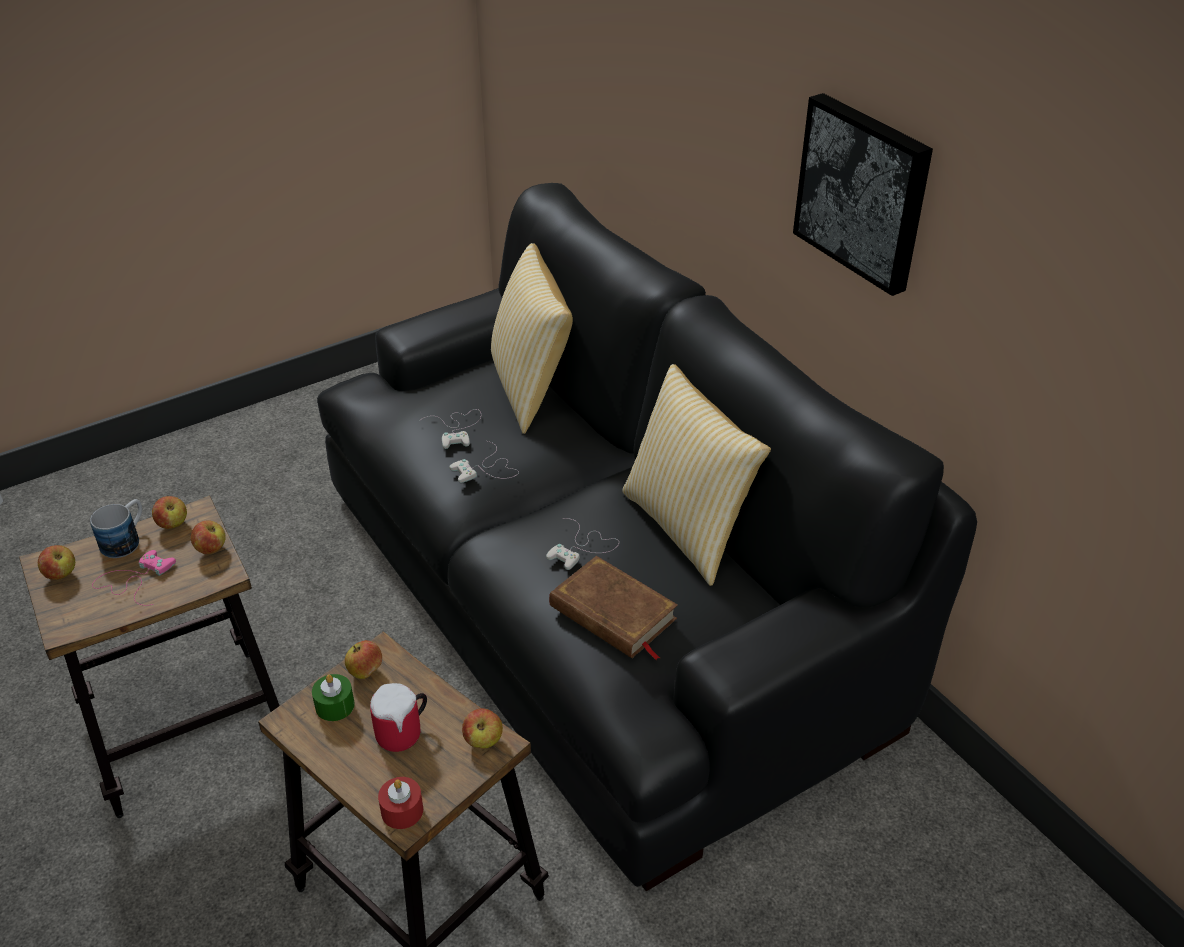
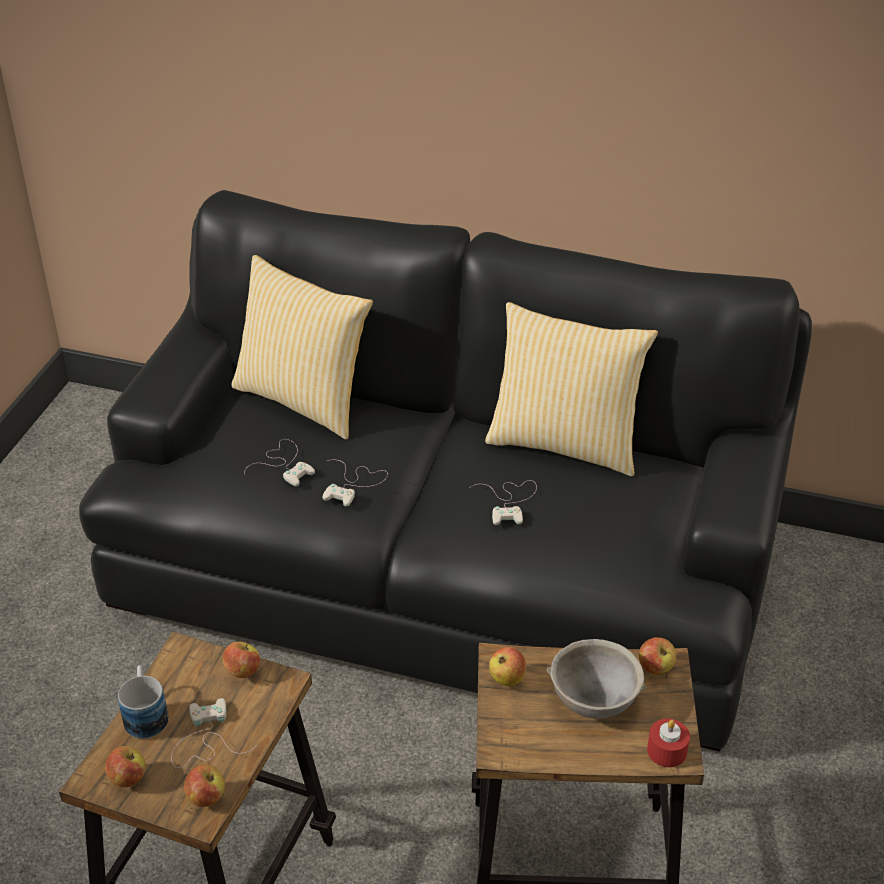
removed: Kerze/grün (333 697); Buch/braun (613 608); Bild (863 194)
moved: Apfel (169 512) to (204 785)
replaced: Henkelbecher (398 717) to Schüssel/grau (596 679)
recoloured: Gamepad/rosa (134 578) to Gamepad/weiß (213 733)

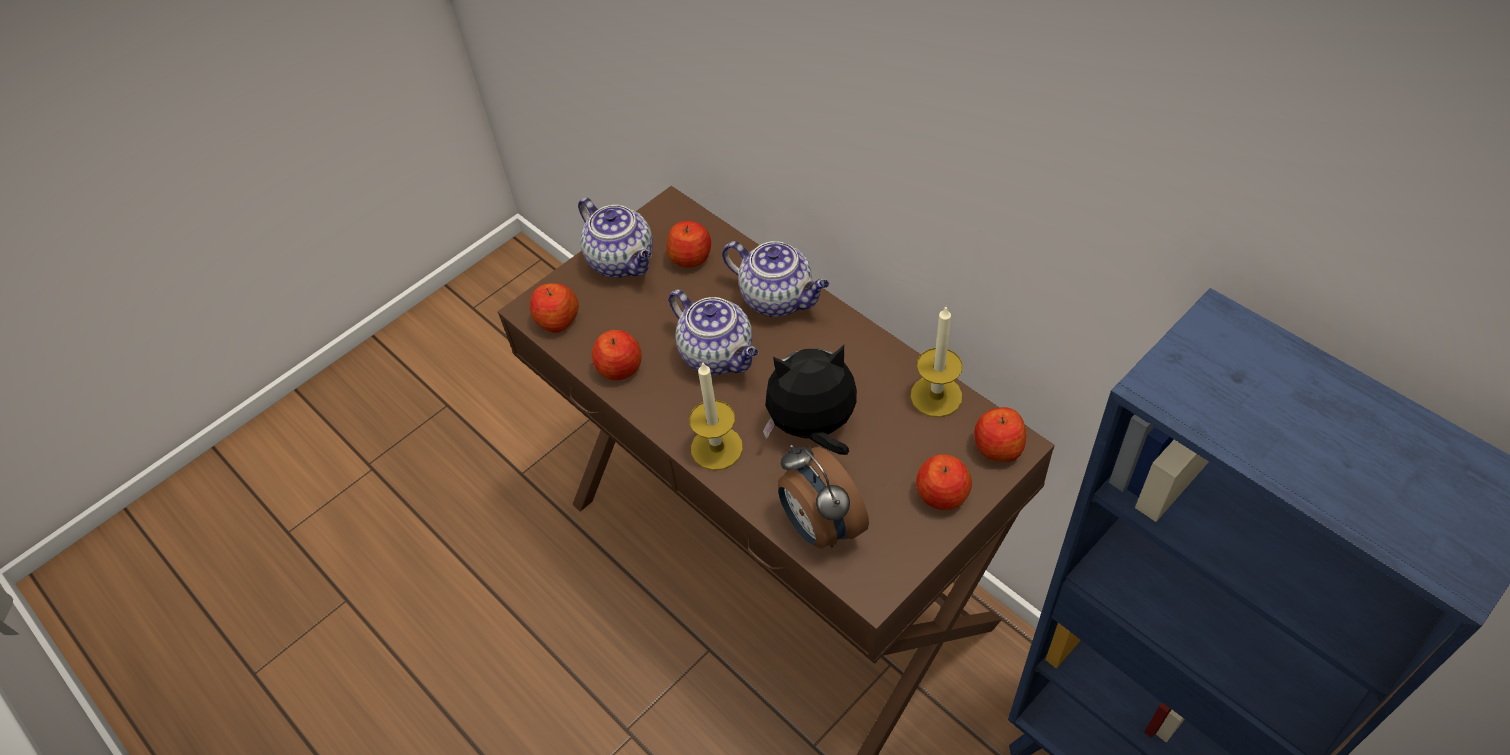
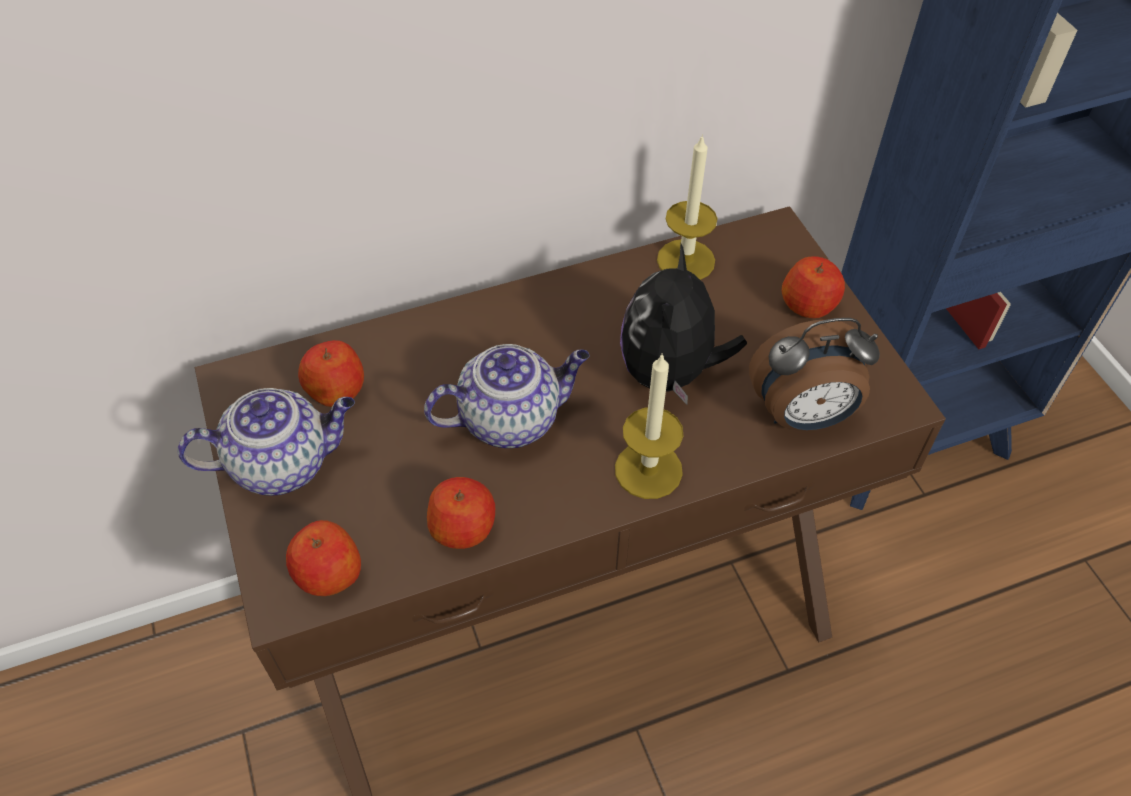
removed: Teekanne (775 279); Apfel (1000 434)

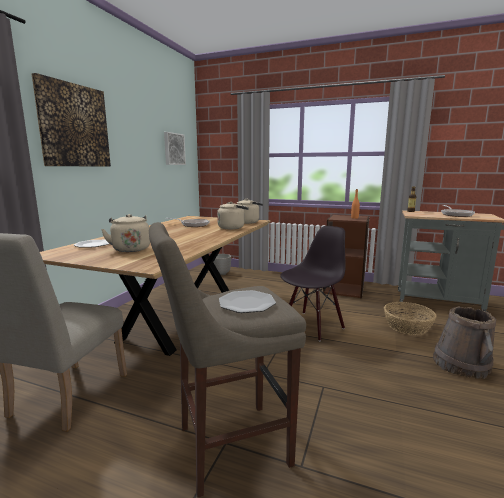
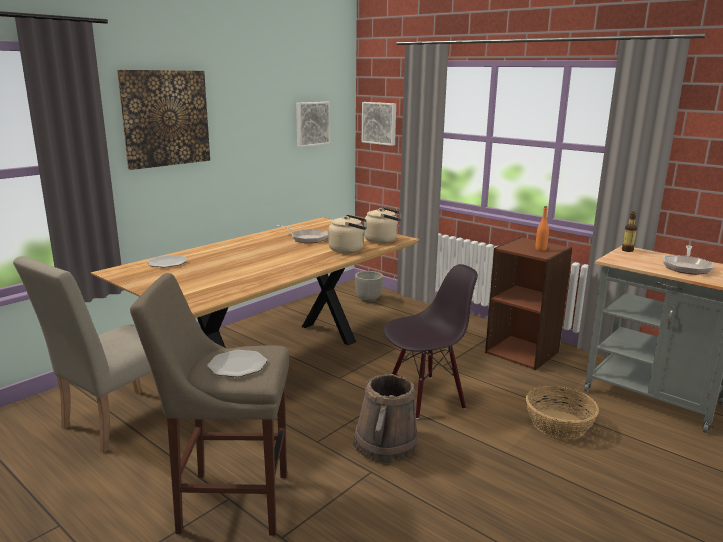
removed: Wasserkessel/beige (125 233)
added: Bild (379 124)
moved: Eimer/braun (464 343) to (385 419)

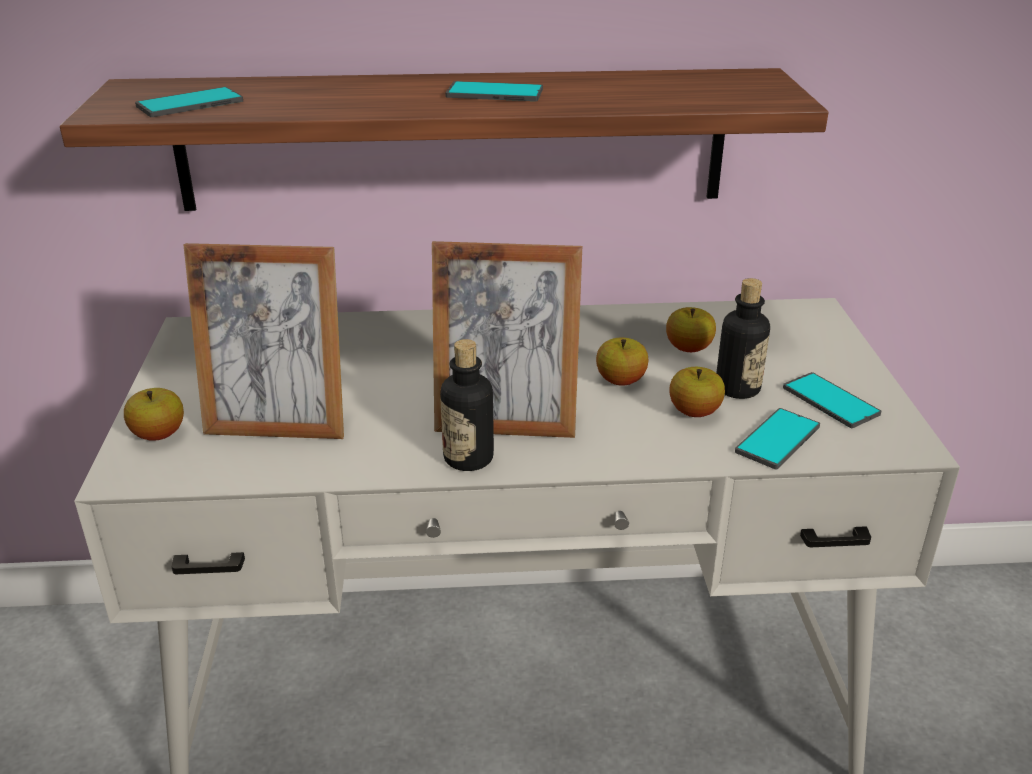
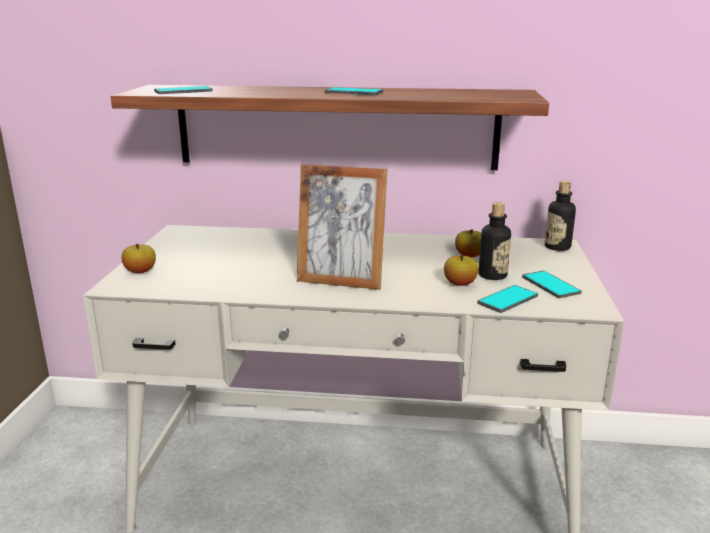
removed: Bilderrahmen (264 341); Apfel (622 361)
moved: Flasche (467 405) to (560 216)

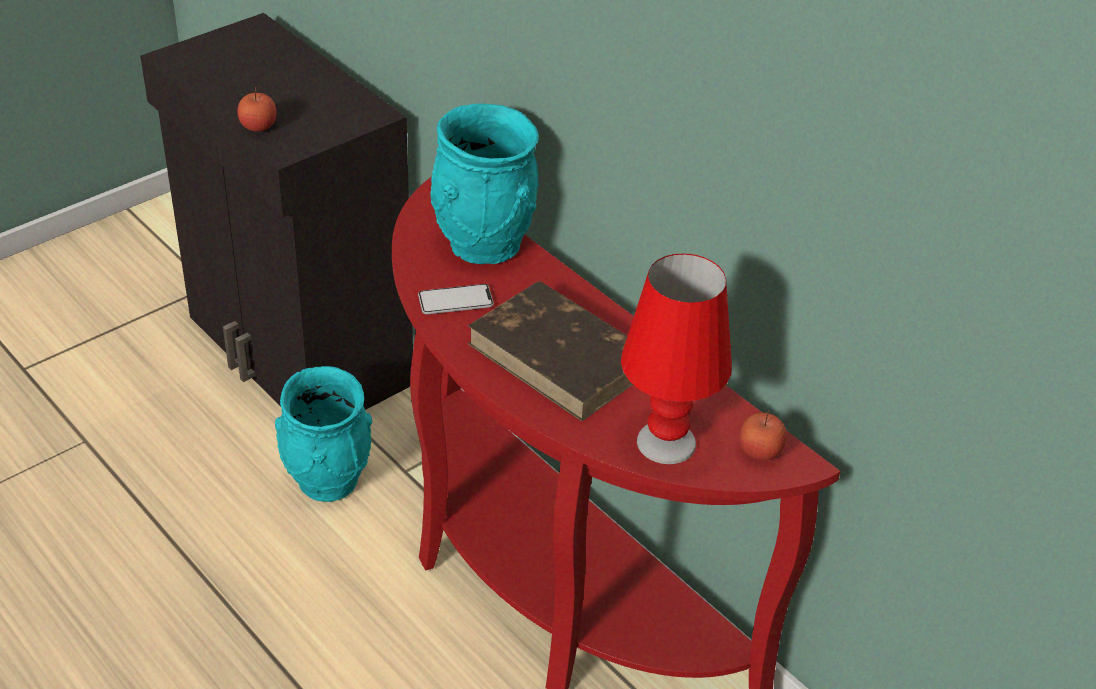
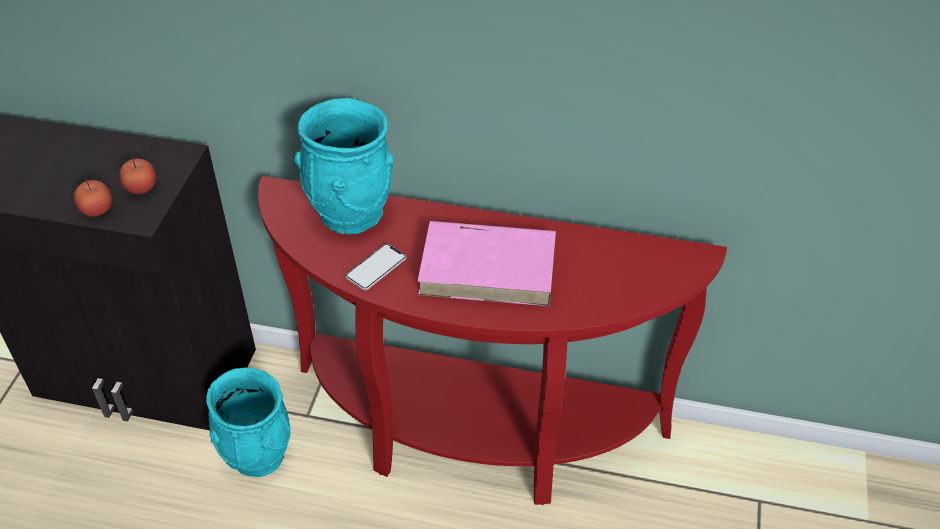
removed: Tischlampe/rot (676 358)
moved: Apfel (763 435) to (137 174)
recoloured: Buch/braun (550 351) to Buch/rosa (486 264)

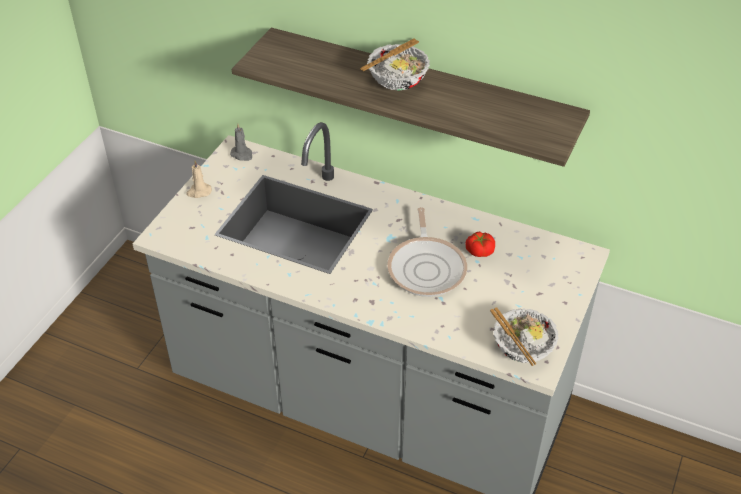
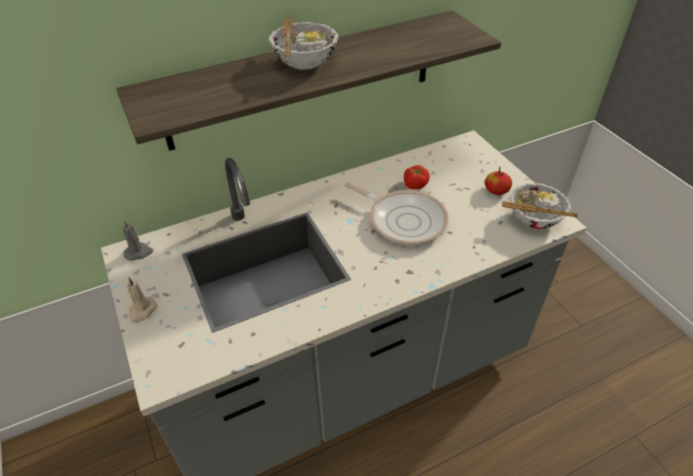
added: Apfel (498 181)

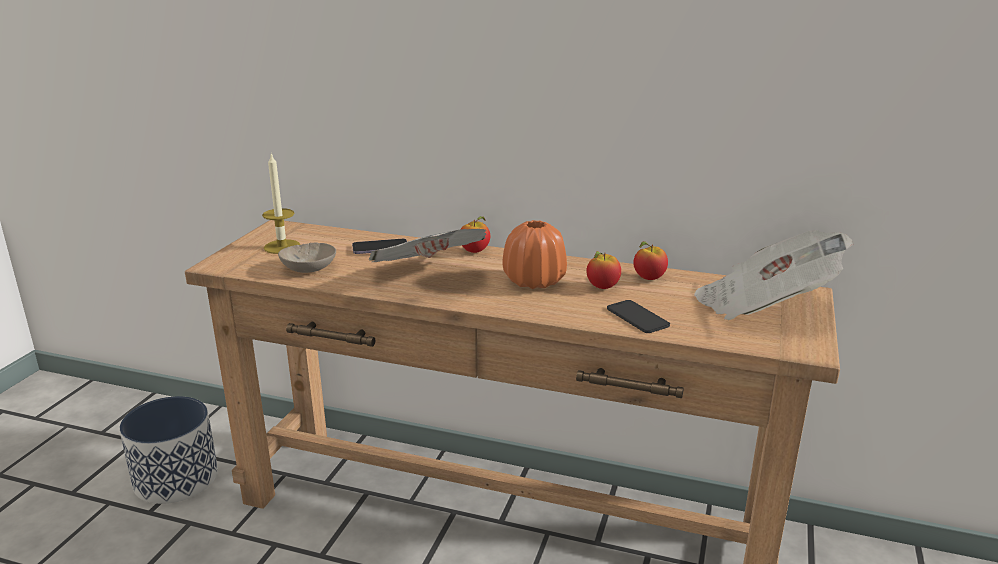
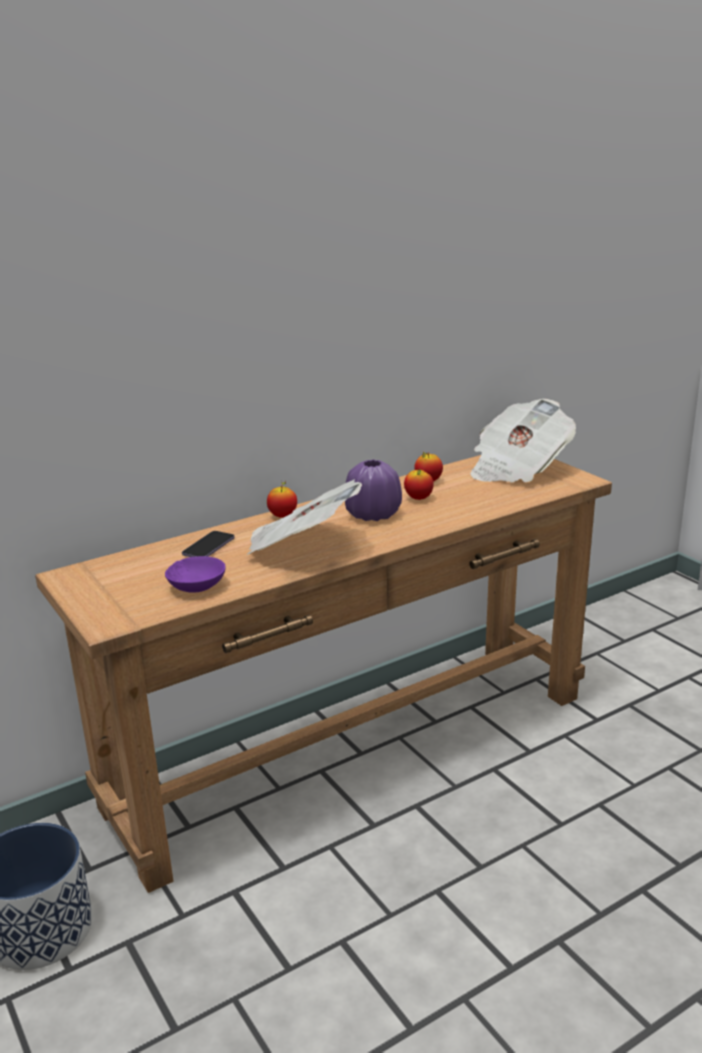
removed: Kerze (281 204); Handy (638 316)
recoloured: Schüssel/beige (307 257) to Schüssel/lila (195 574); Vase/orange (535 254) to Vase/lila (373 490)

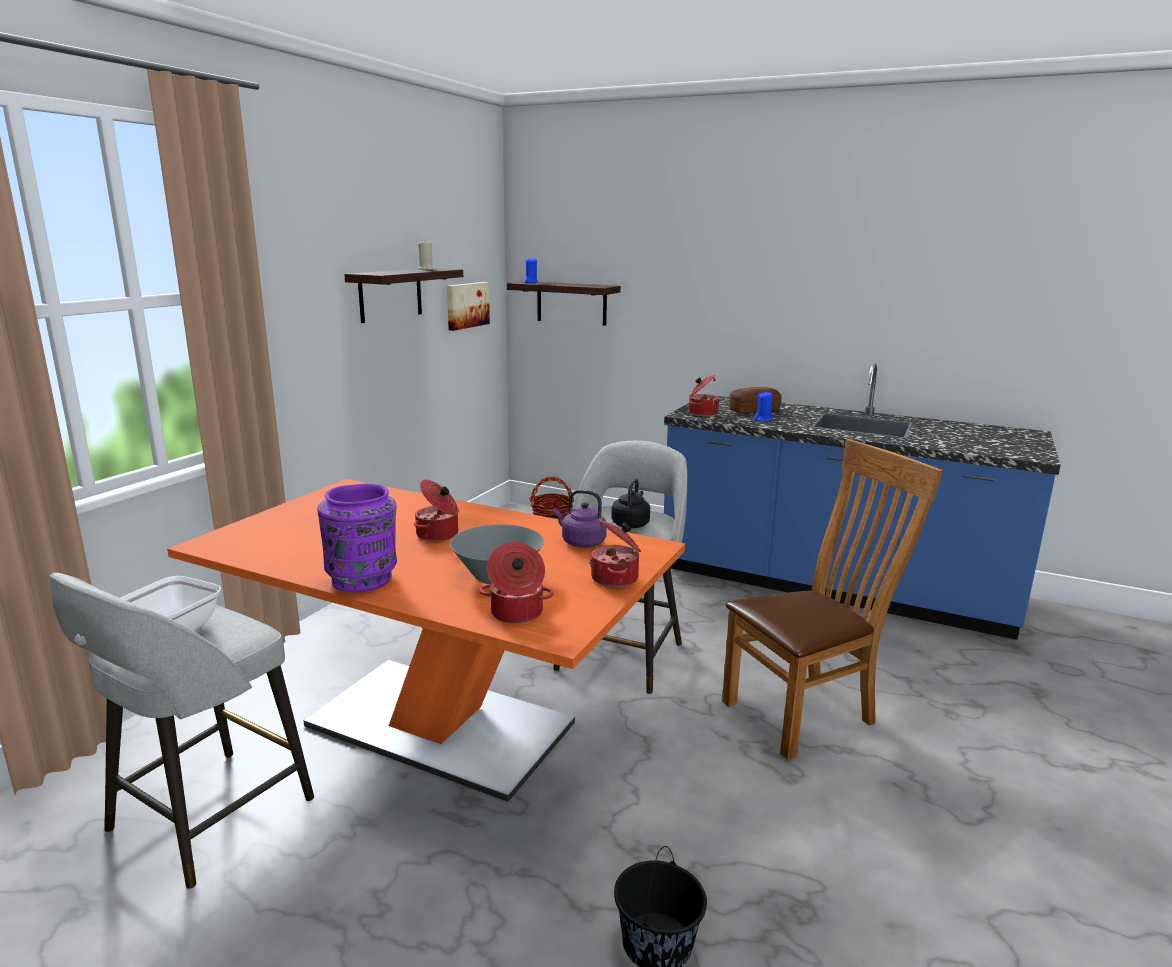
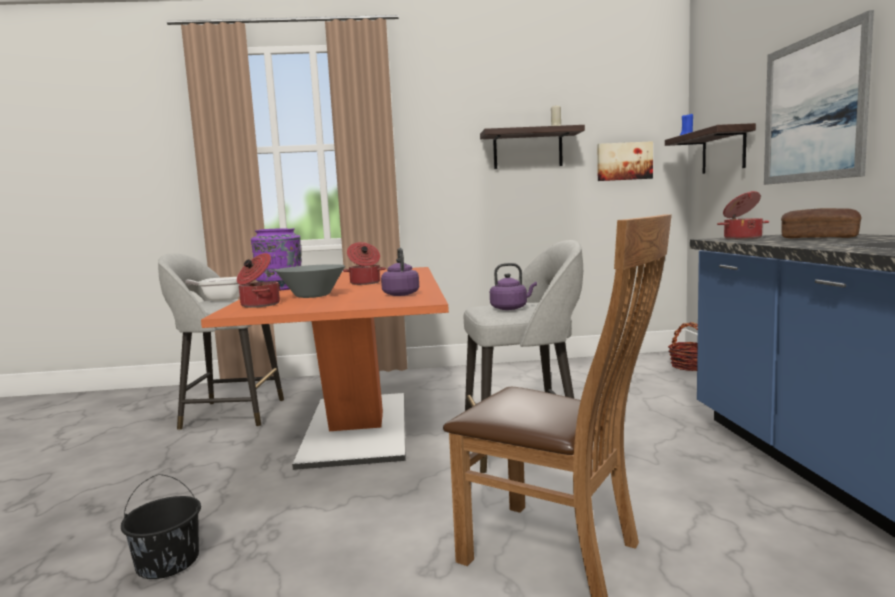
removed: Kochtopf (615 553); Kerze/blau (763 407)
added: Bild (819 97)
recoloured: Wasserkessel/schwarz (630 503) to Wasserkessel/lila (513 286)

